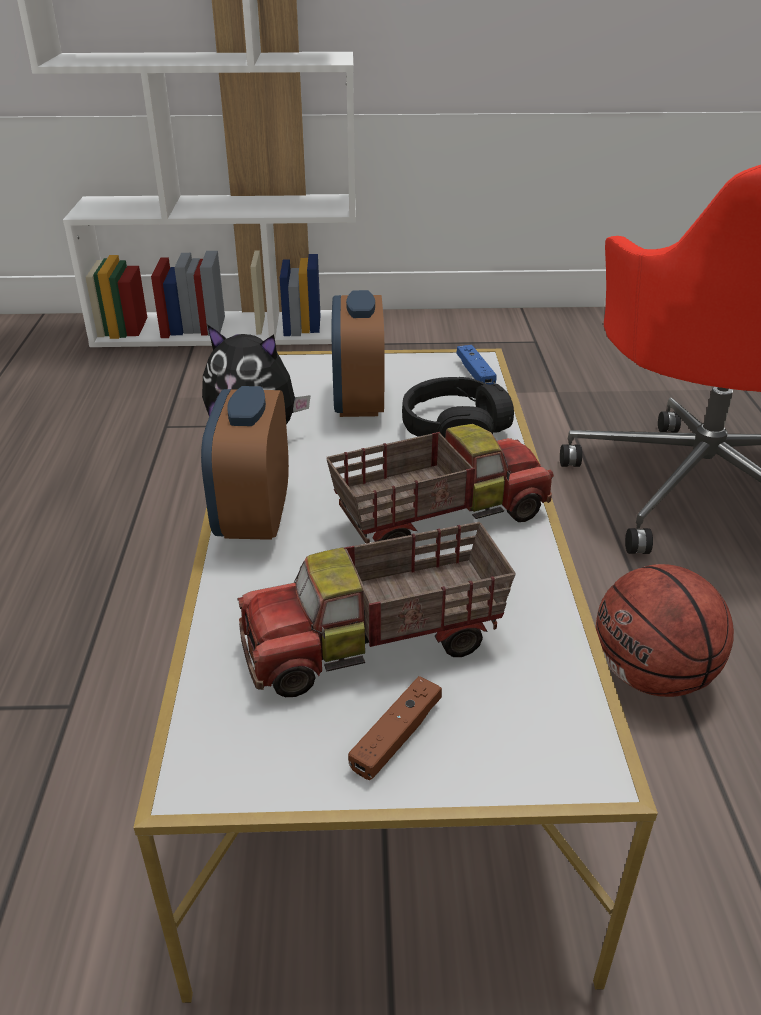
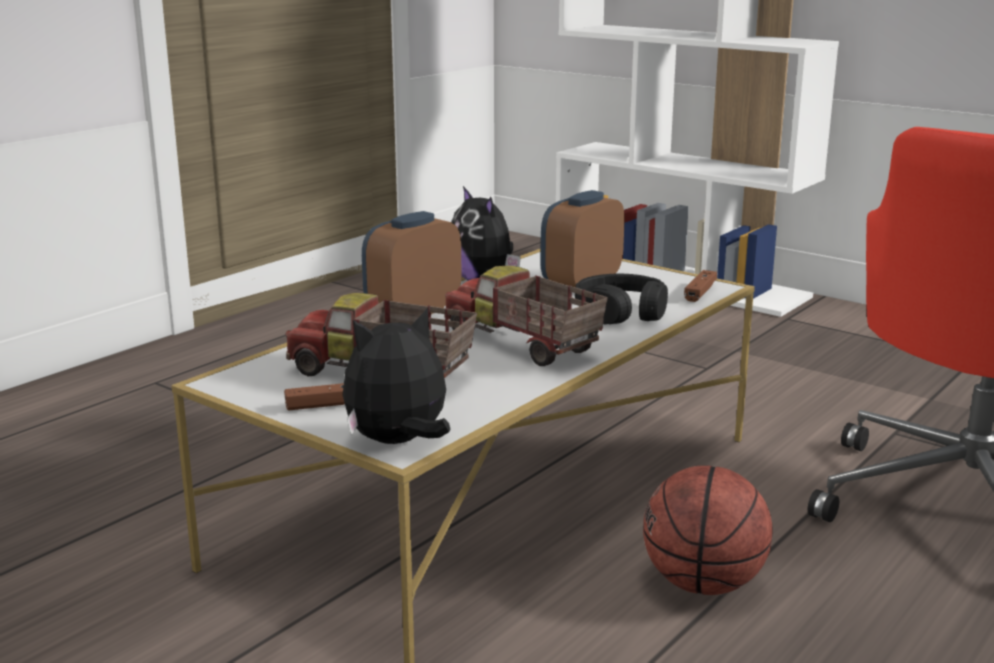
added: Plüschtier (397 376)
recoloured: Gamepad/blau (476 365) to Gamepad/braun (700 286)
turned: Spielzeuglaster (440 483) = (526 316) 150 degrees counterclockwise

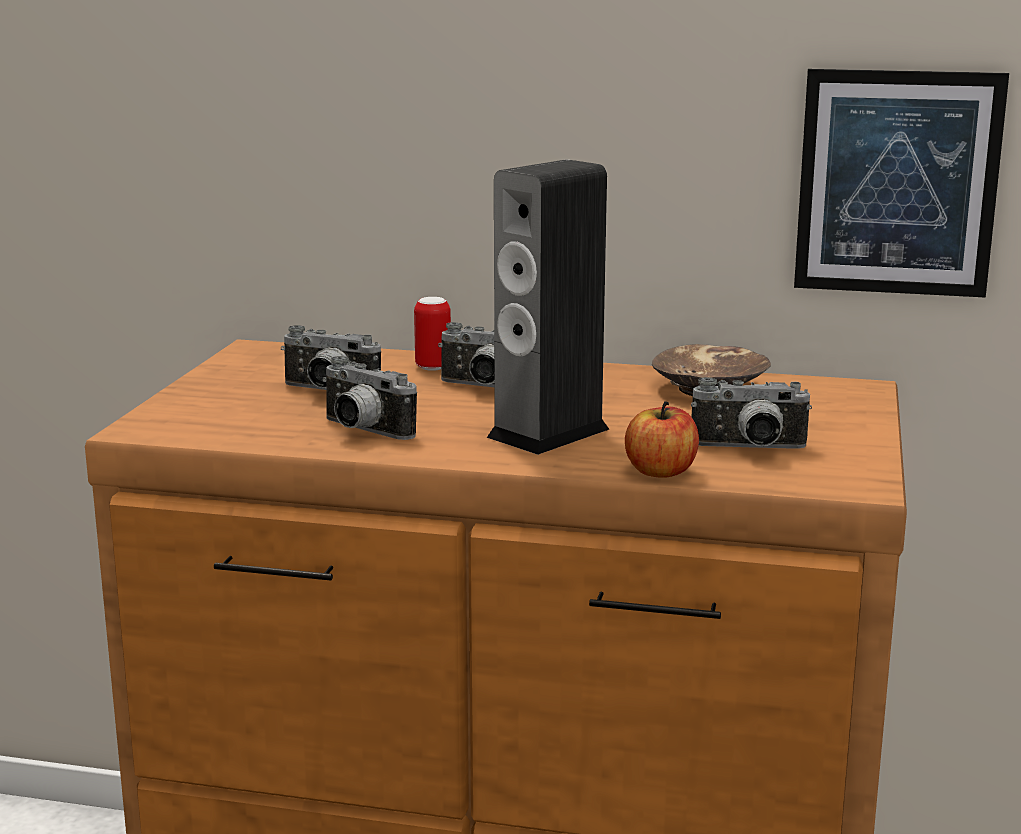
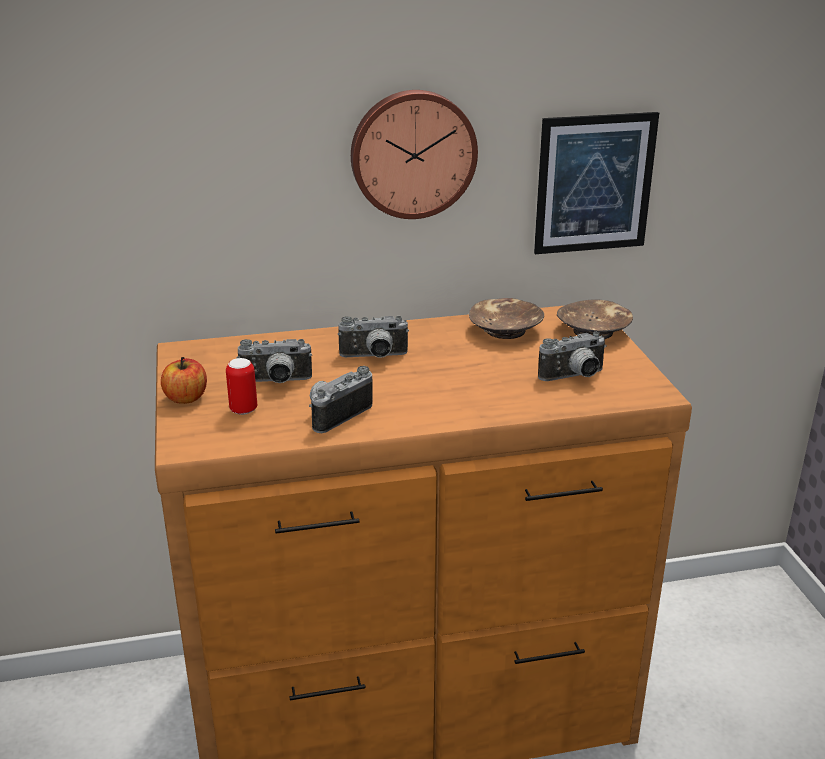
removed: Lautsprecher (548 307)
added: Wanduhr (414 154); Schüssel/braun (595 319)
moved: Dose (432 334) to (241 386); Apfel (662 439) to (184 380)
turned: Kamera (369 398) = (340 399) 120 degrees clockwise

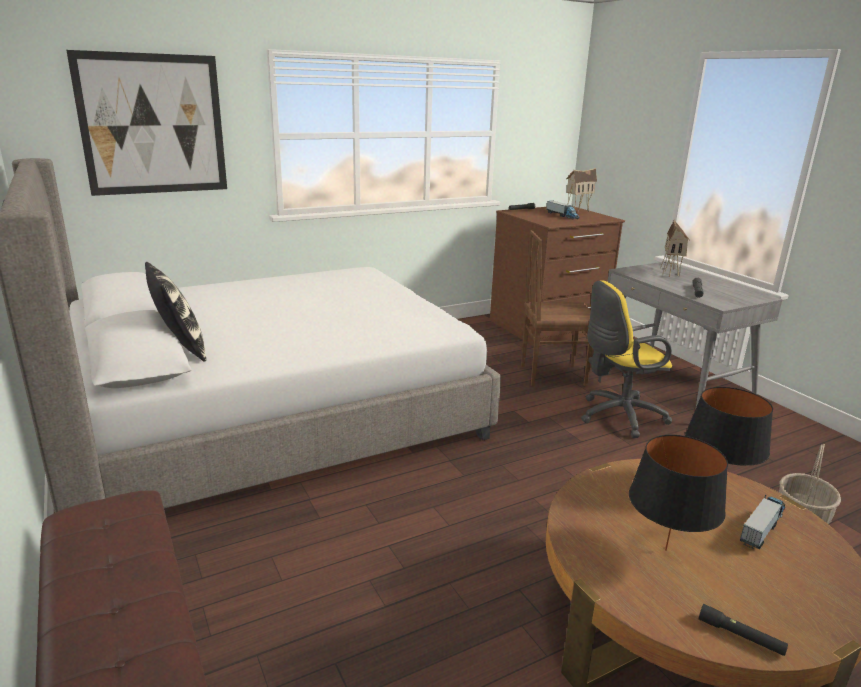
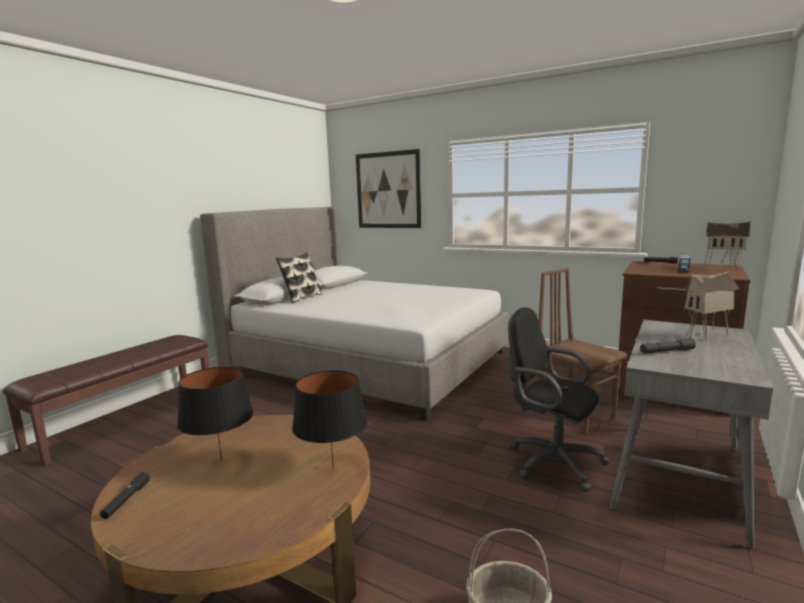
removed: Spielzeuglaster (762 522)
recoloured: Bürostuhl/gelb (626 359) to Bürostuhl/schwarz (559 400)

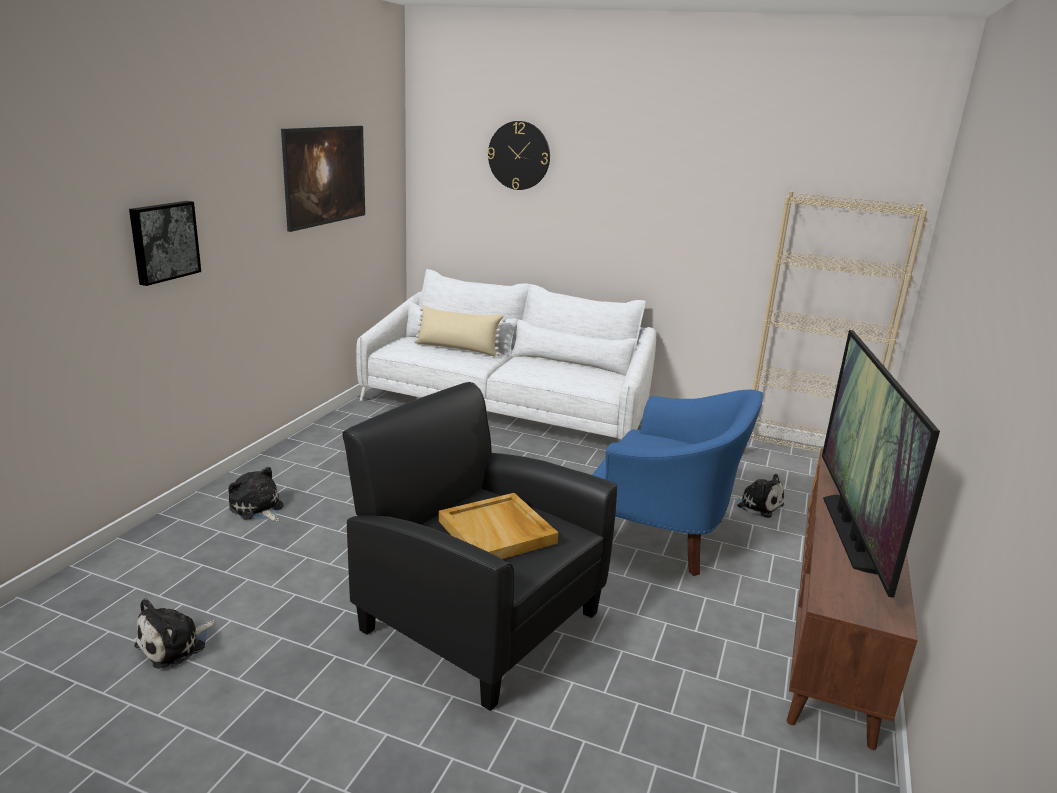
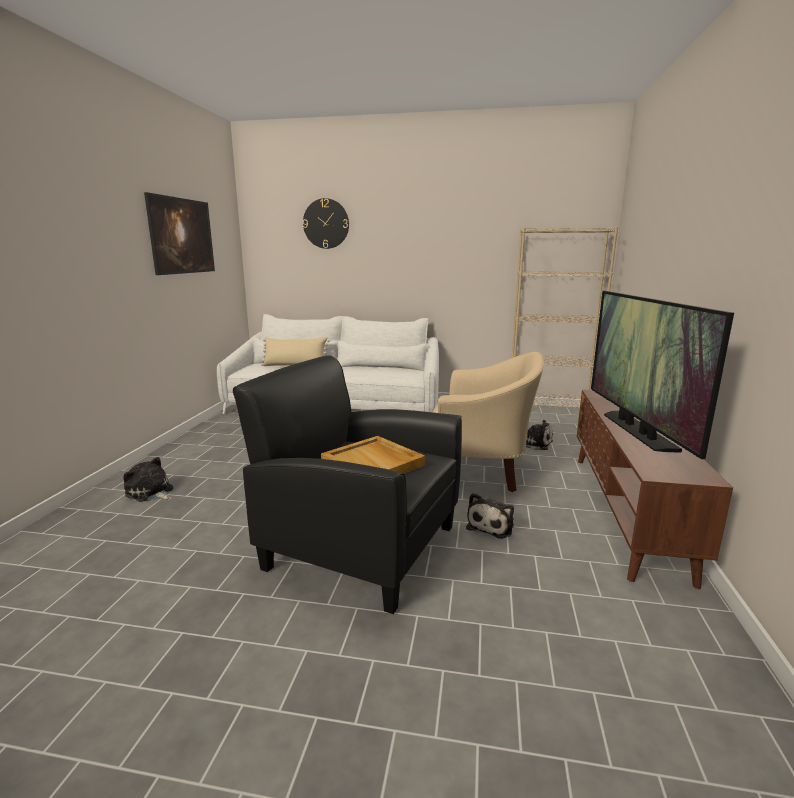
removed: Bild (165 243)
moved: Plüschtier (174 633) to (490 516)
recoloured: Sessel/blau (678 483) to Sessel/beige (488 422)

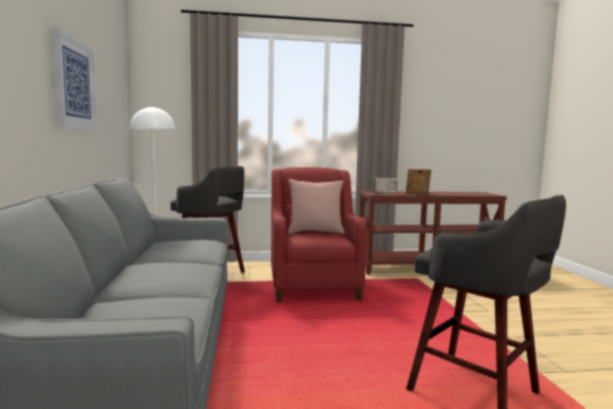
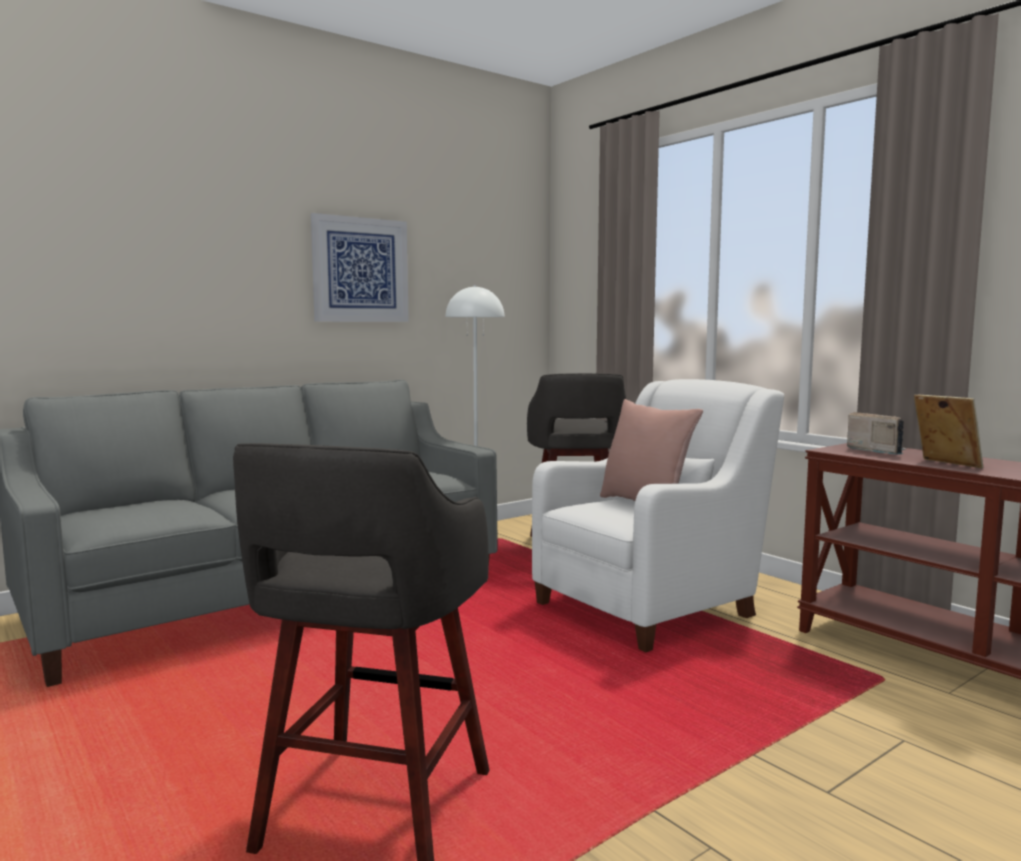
recoloured: Sessel/rot (319 234) to Sessel/weiß (658 515)

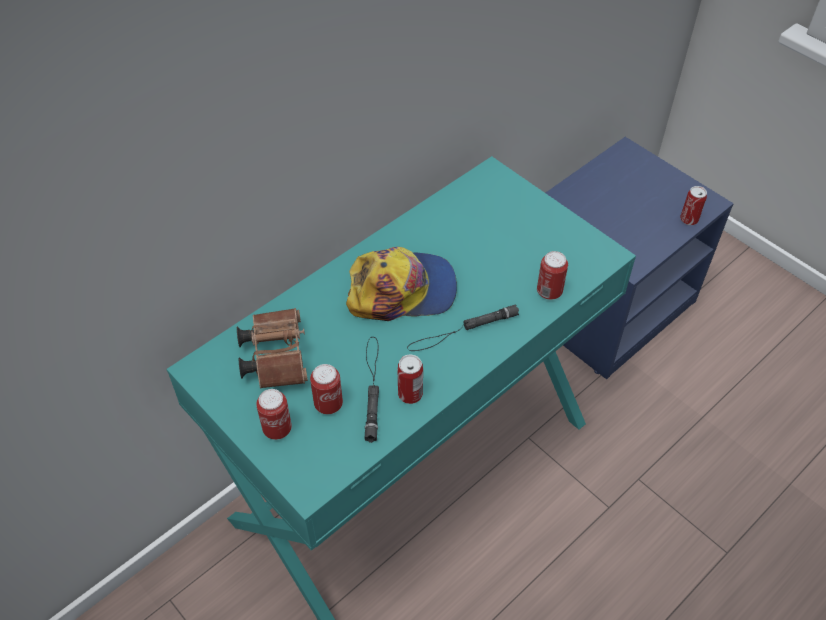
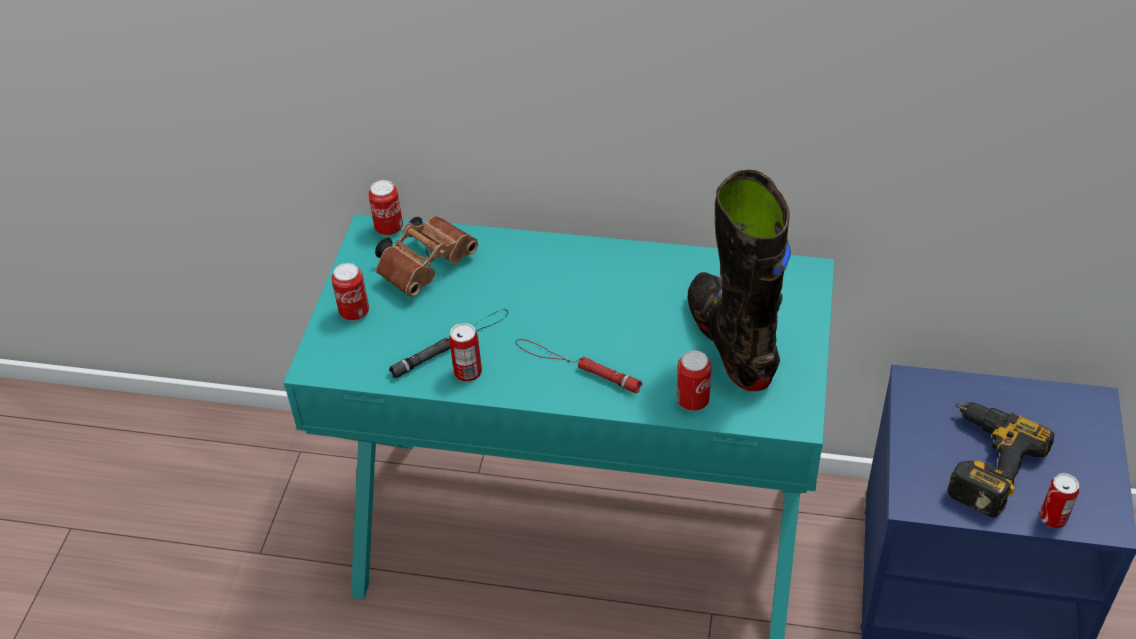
removed: Kappe (401 284)
added: Stiefel/schwarz (739 280); Bohrmaschine (1001 459)
moved: Dose (326 389) to (385 208)
recoloured: Taschenlampe/schwarz (463 327) to Taschenlampe/rot (579 366)

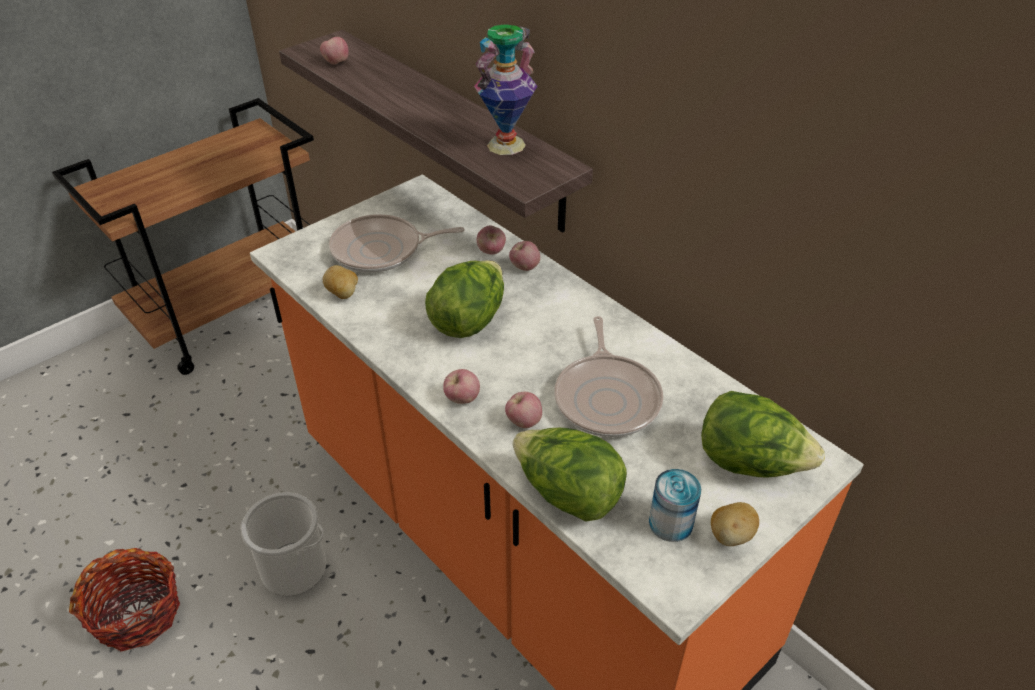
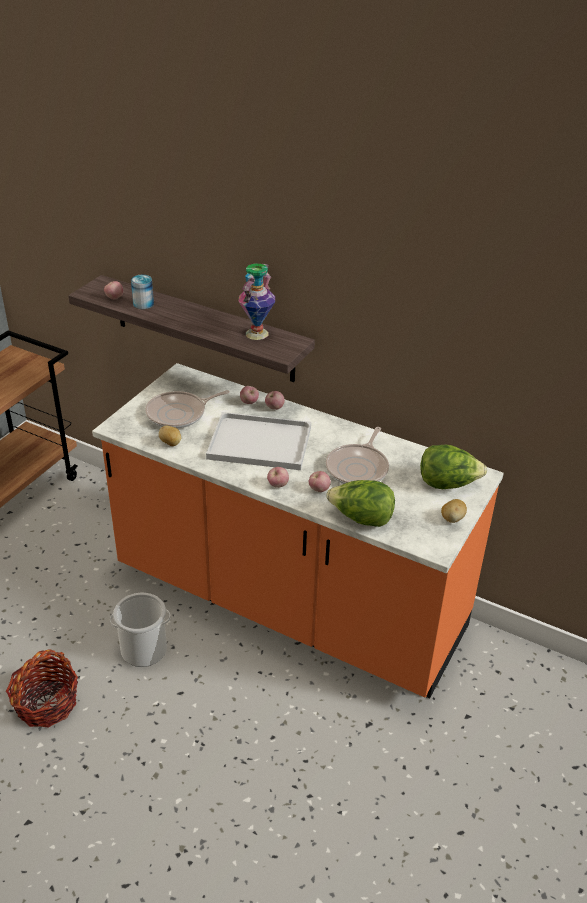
moved: Dose (675 505) to (142 292)
replaced: Salatkopf (464 299) to Tablett/weiß (258 441)
turned: Pfanne (608 376) = (357 455) 45 degrees clockwise

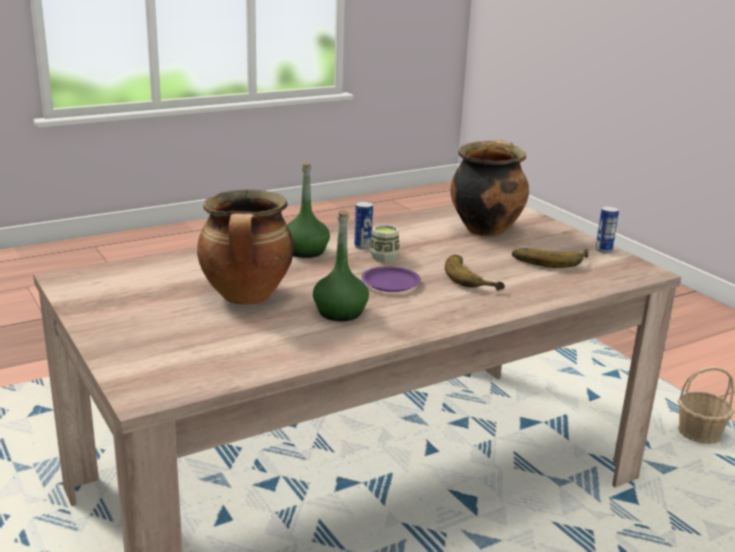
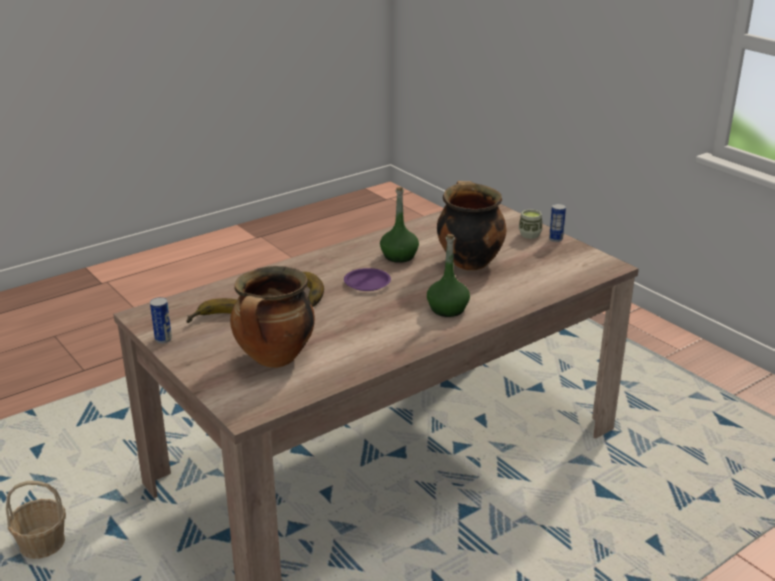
moved: Dose (363 225) to (557 223); Tasse (385 243) to (530 224)

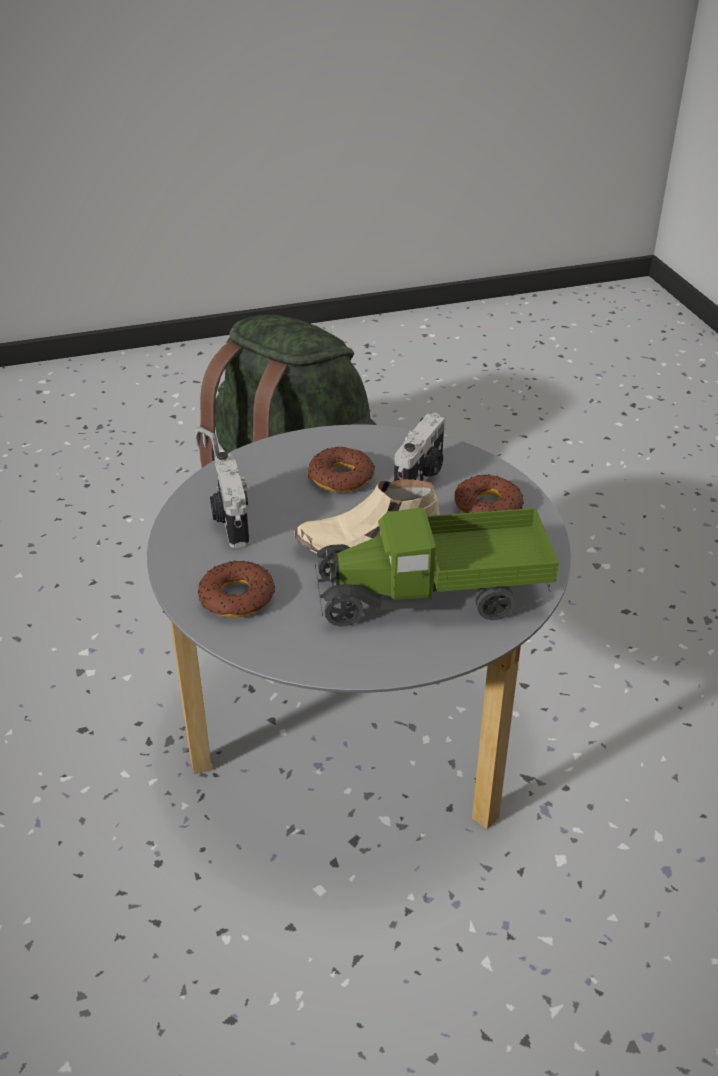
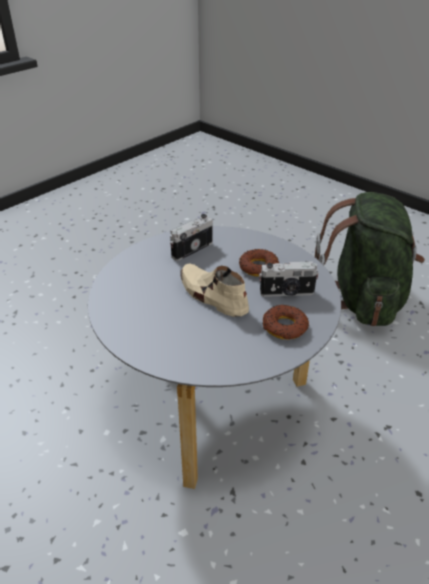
removed: Donut (236 589); Spielzeuglaster (437 567)

